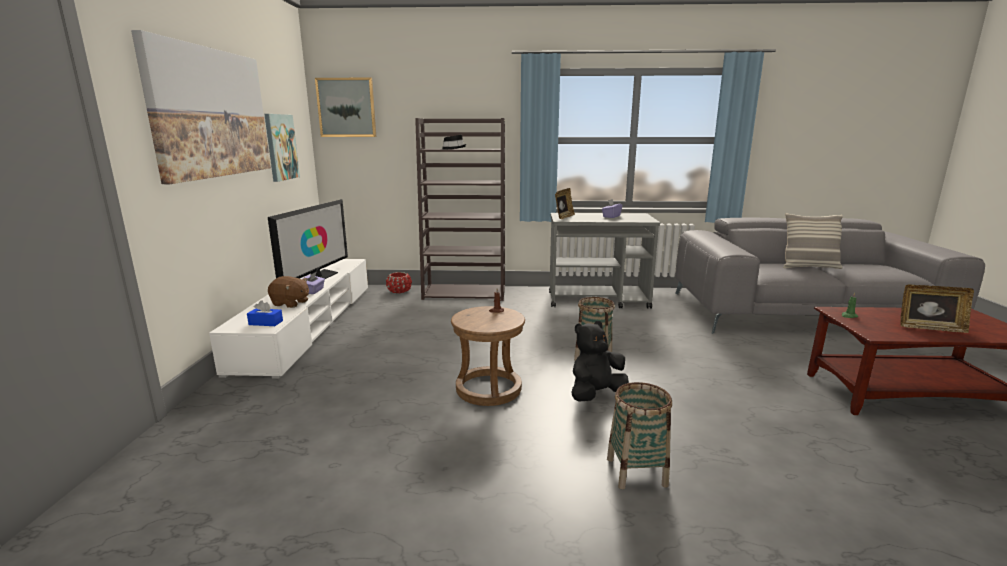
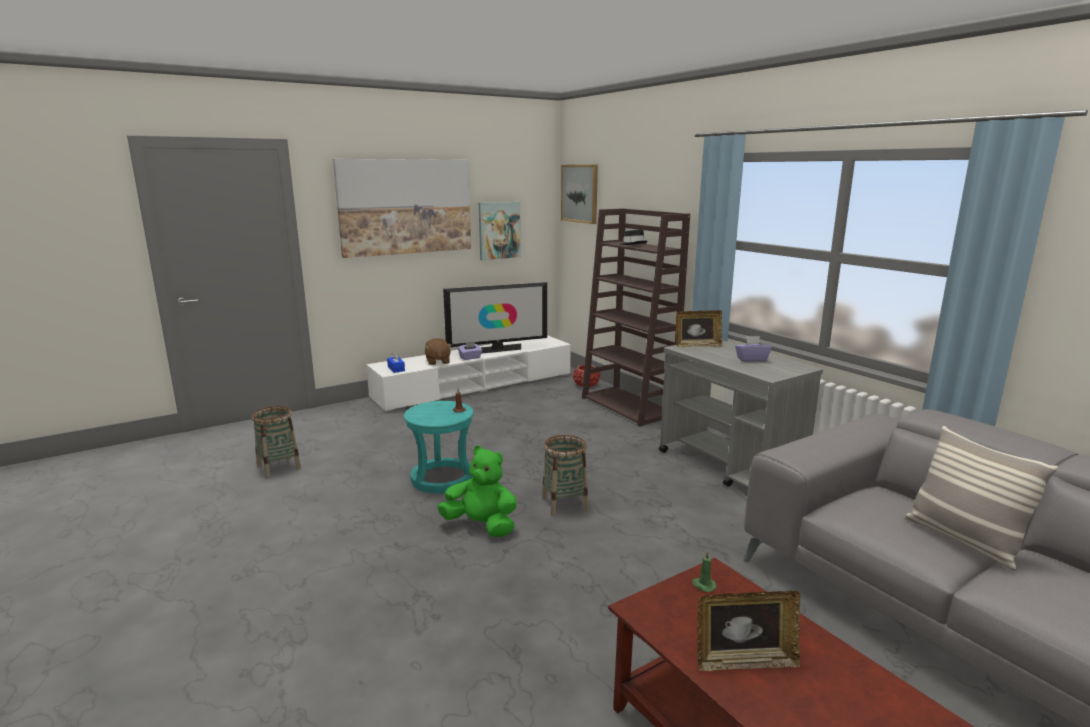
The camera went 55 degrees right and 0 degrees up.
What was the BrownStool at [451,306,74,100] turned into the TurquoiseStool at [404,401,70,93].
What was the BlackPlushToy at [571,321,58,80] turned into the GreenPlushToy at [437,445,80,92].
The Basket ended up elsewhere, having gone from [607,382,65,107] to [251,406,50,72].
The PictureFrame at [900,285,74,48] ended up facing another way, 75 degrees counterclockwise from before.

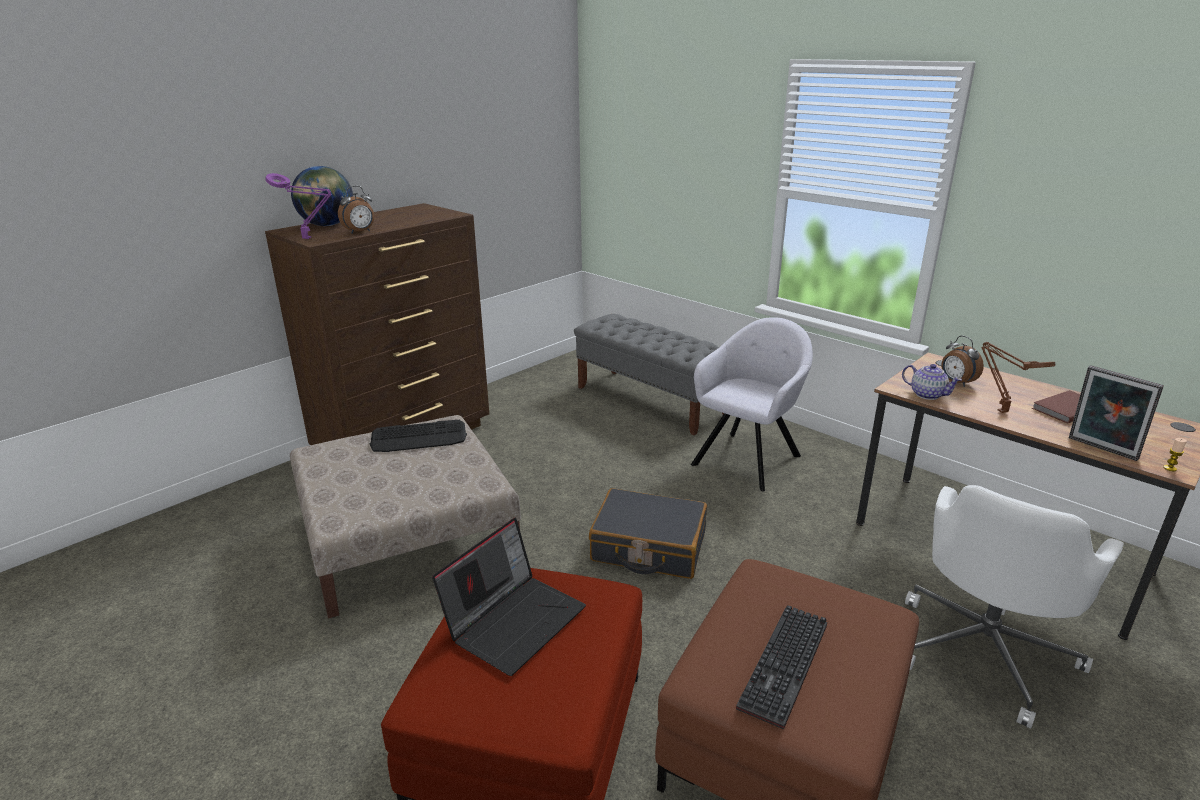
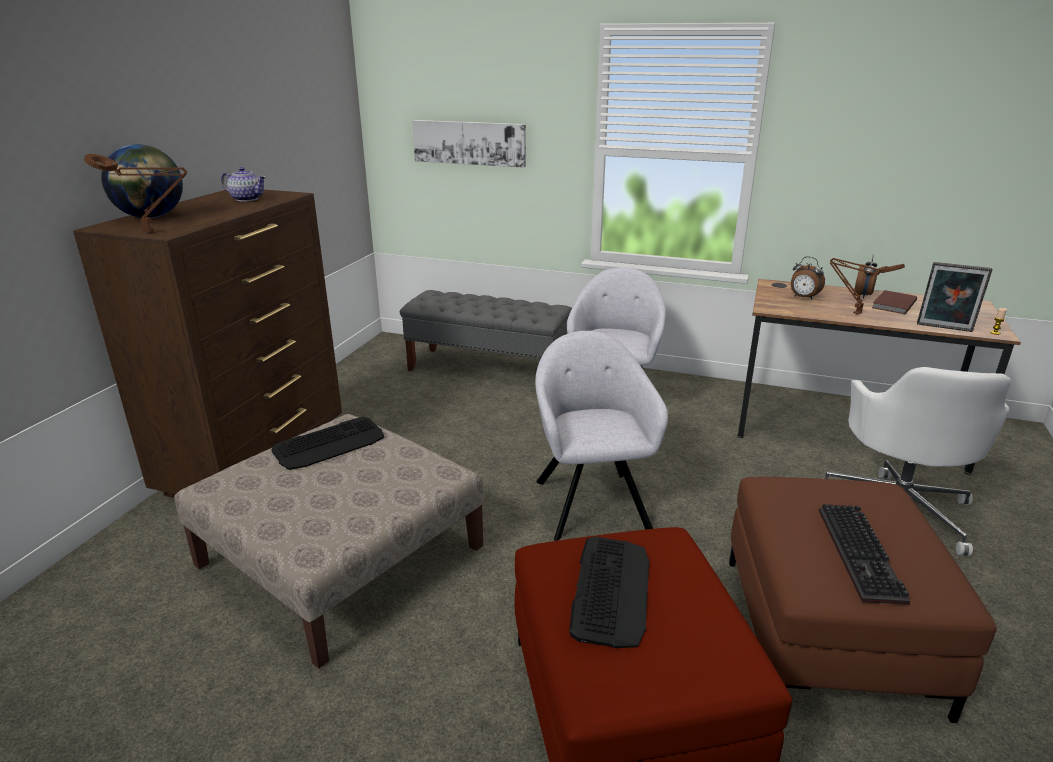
The camera went 25 degrees left and 0 degrees up.
What was the PurpleTableLamp at [265,173,67,66] turned into the BrownTableLamp at [84,154,103,79].
The AlarmClock ended up elsewhere, having gone from [338,186,36,48] to [854,255,24,44].
Where the Laptop stood at [432,518,154,158], the Keyboard came to stand at [569,536,81,112].
Where the BlackSuitcase stood at [589,488,118,91], the GreyArmchair came to stand at [535,331,133,210].
The Teapot ended up elsewhere, having gone from [902,364,60,36] to [221,167,45,35].
The second view gained the Picture at [412,120,114,48].

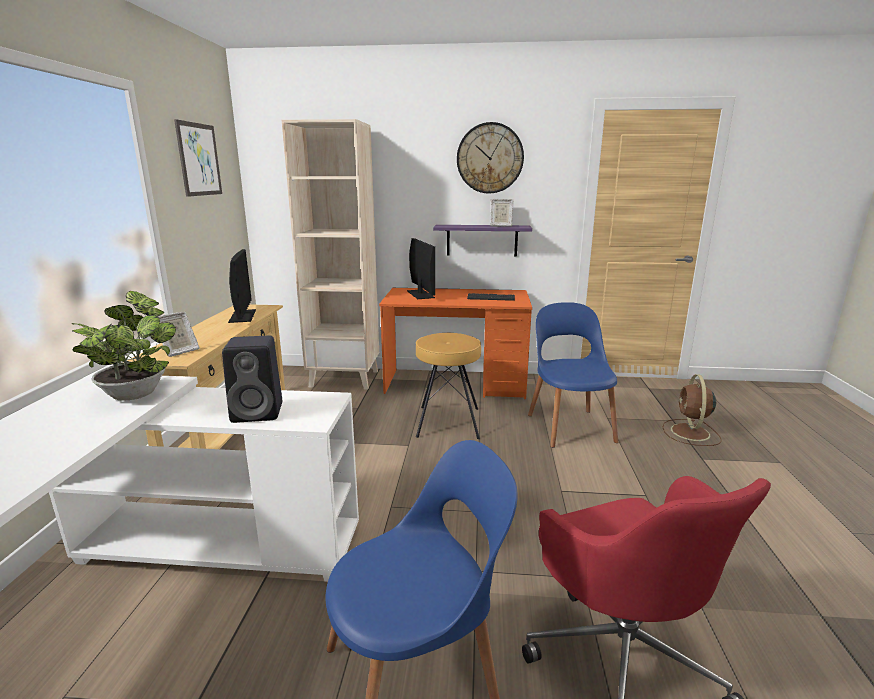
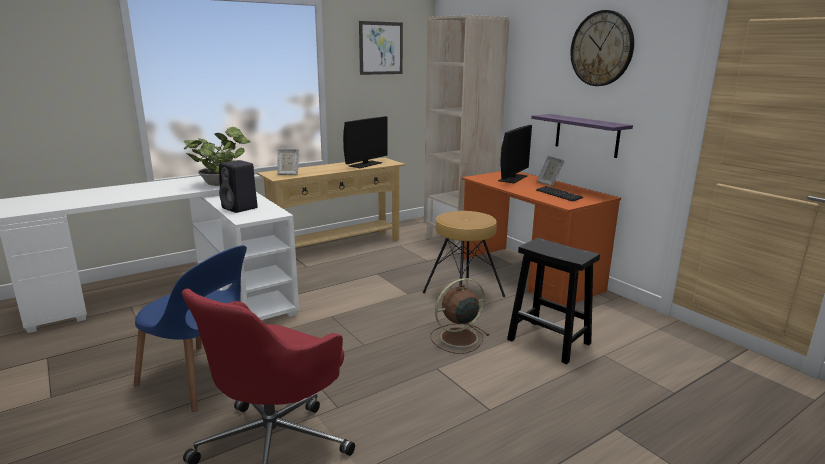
The camera went 50 degrees right and 0 degrees up.
The PictureFrame ended up elsewhere, having gone from [490,199,24,28] to [537,156,28,30].
Where the BlueChair stood at [528,302,90,146], the BlackStool came to stand at [507,238,93,126].
The BrownFan ended up elsewhere, having gone from [663,374,59,72] to [430,278,59,76].

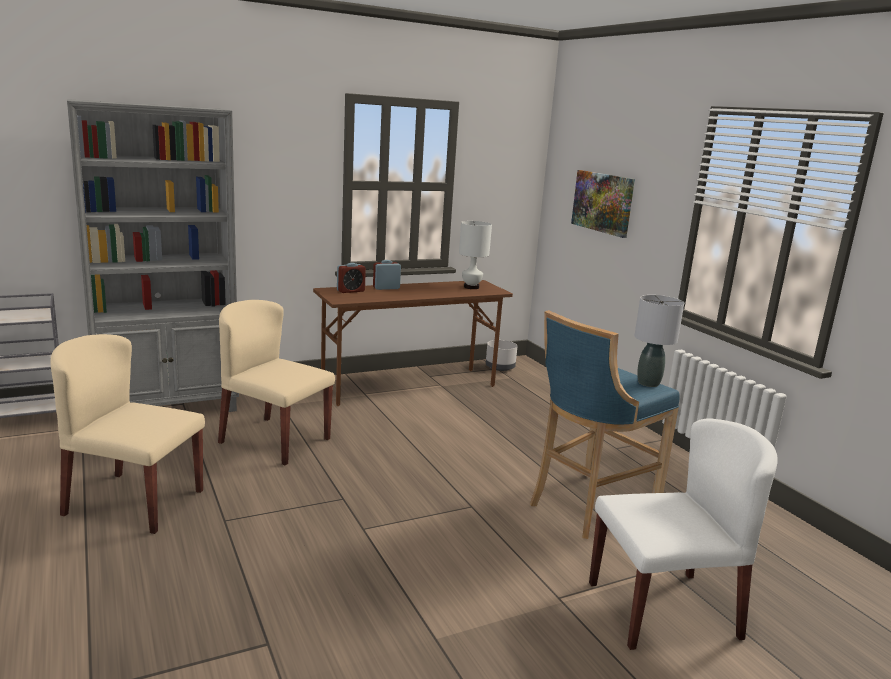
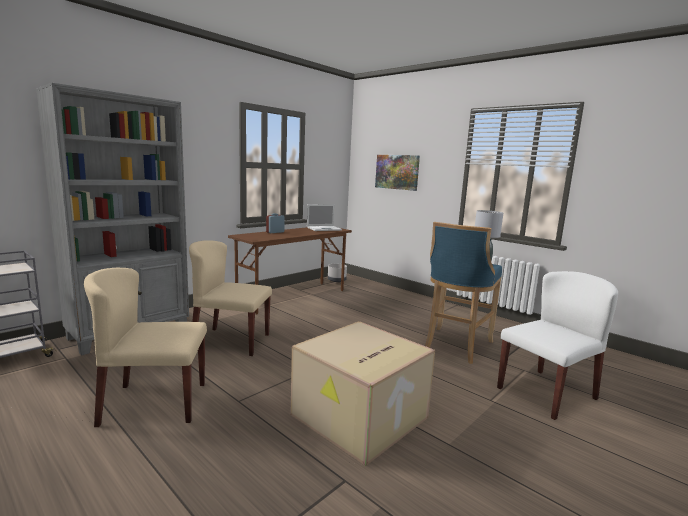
The camera went 20 degrees left and 5 degrees down.
The second view lost the AlarmClock at [337,263,29,30].
Where the WhiteTableLamp stood at [459,221,33,68], the Laptop came to stand at [307,204,35,27].
The second view gained the CardboardBox at [290,321,145,145].

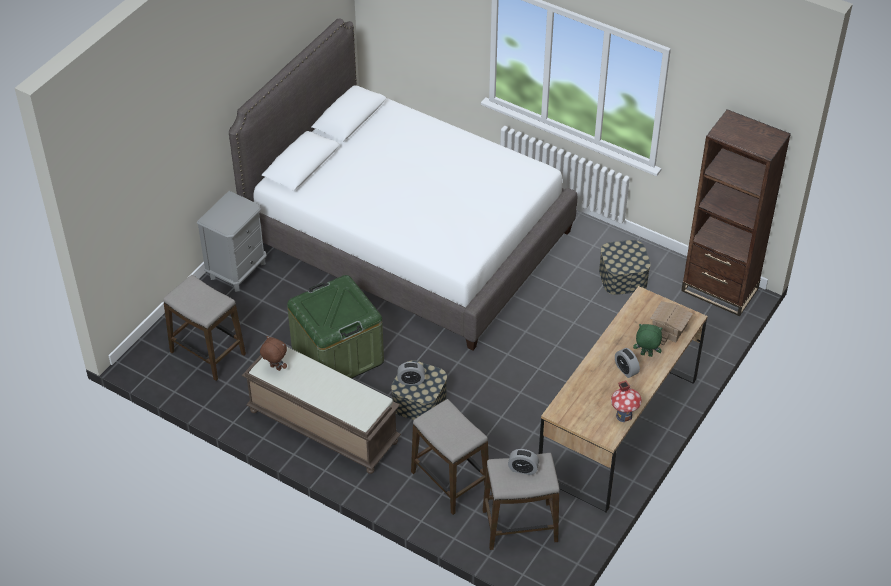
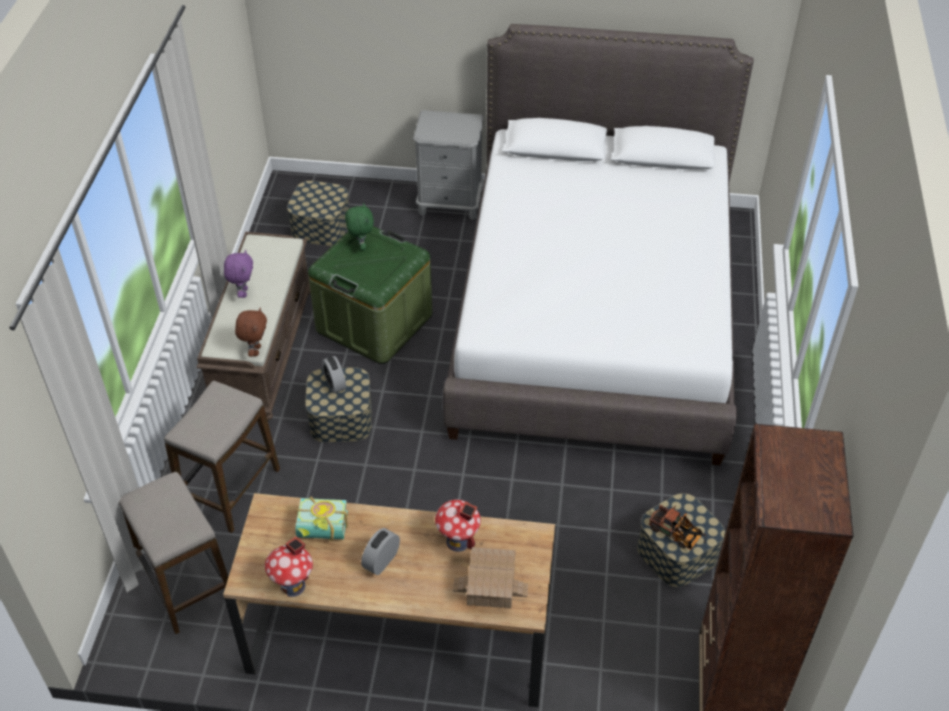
The camera went 65 degrees right and 0 degrees up.
Where the Stool stood at [163,275,83,106], the StorageBox came to stand at [287,181,62,65].
The BrownPlushToy ended up elsewhere, having gone from [260,336,27,35] to [235,308,32,49].
The second view lost the AlarmClock at [508,449,31,26].
The GreenPlushToy ended up elsewhere, having gone from [633,324,29,33] to [345,202,29,49].
The second view gained the PurplePlushToy at [224,250,29,48].
The second view gained the Book at [296,497,52,44].
The second view gained the ToyHouse at [435,499,46,53].
The second view gained the ToyTruck at [649,505,57,45].

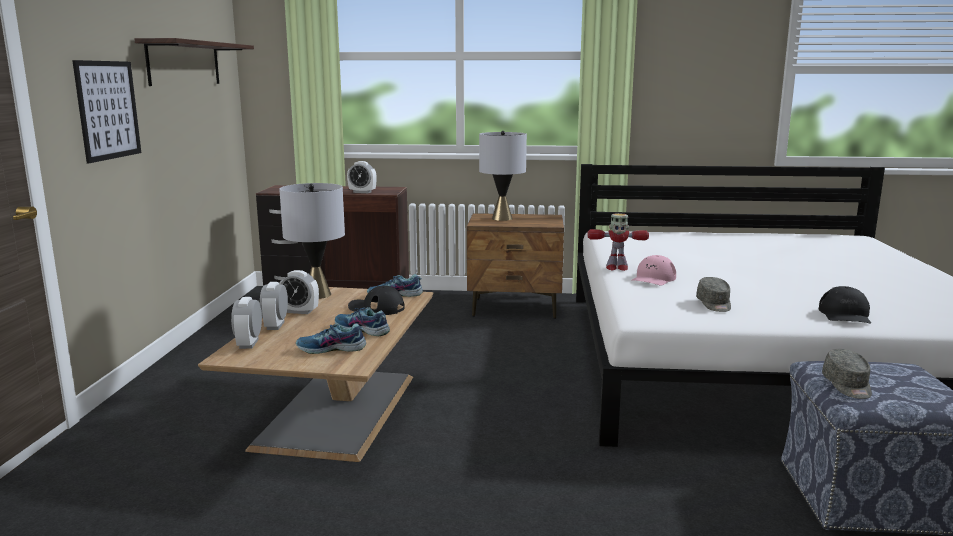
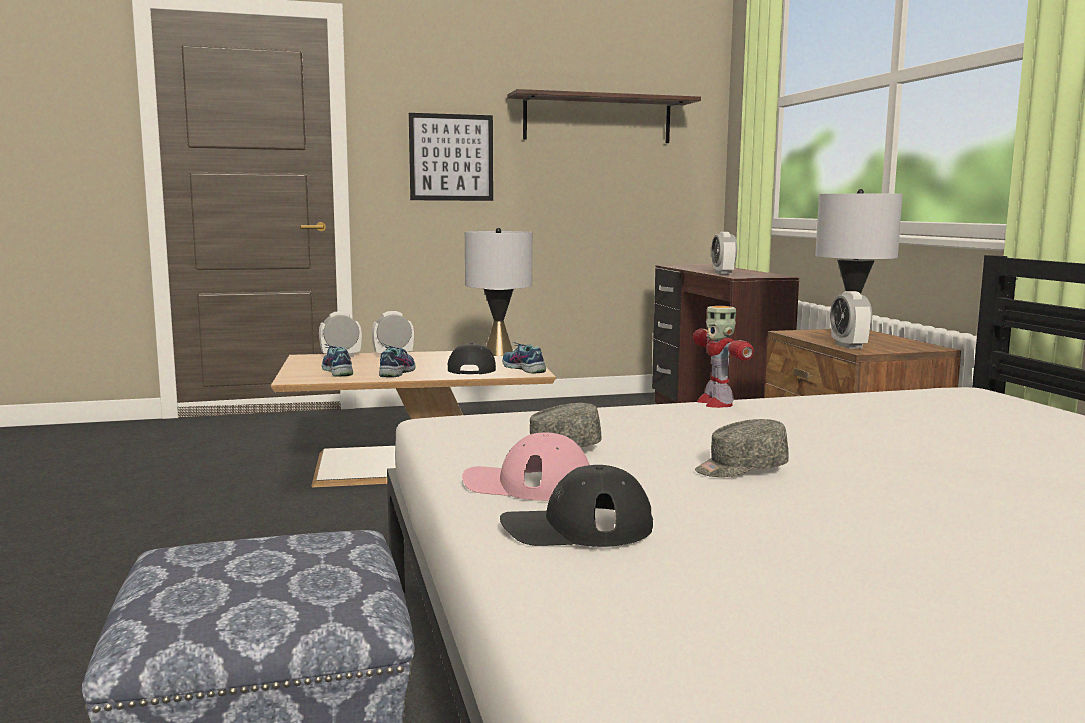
The camera went 70 degrees right and 5 degrees down.
The AlarmClock ended up elsewhere, having gone from [279,270,40,44] to [830,291,42,58].
The PinkCap ended up elsewhere, having gone from [631,255,45,31] to [462,433,128,68].
The GreyCap ended up elsewhere, having gone from [822,349,50,50] to [695,419,94,58].

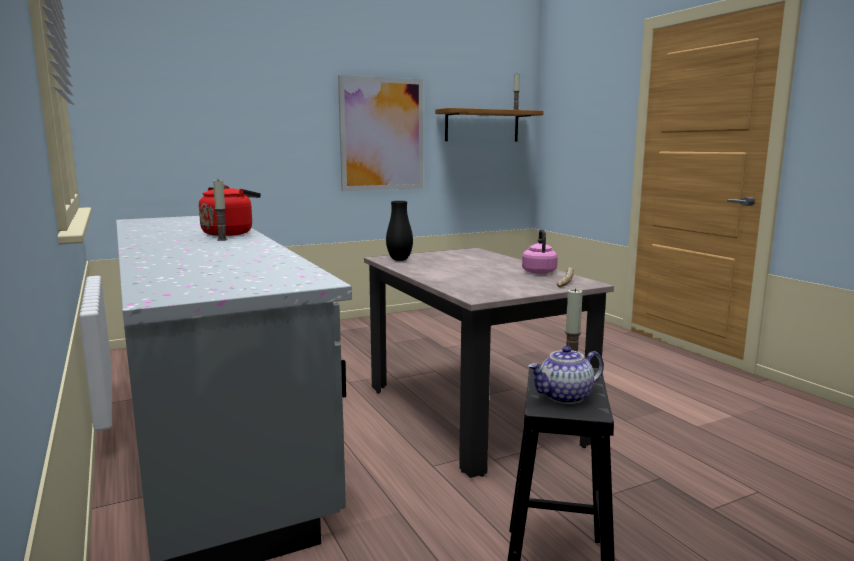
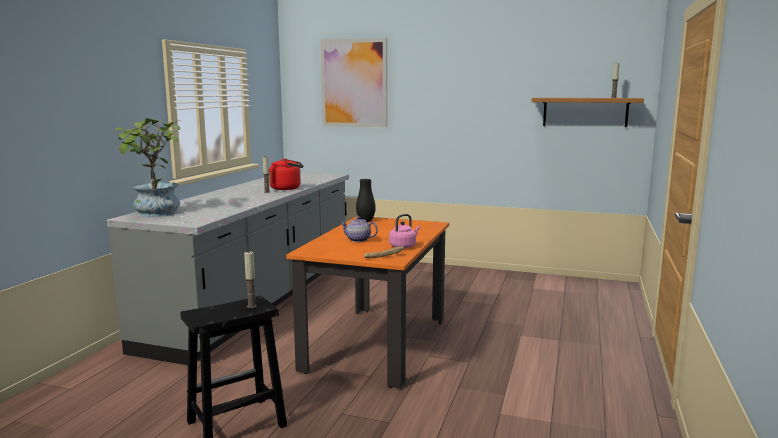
The camera went 45 degrees right and 0 degrees up.
The Picture ended up elsewhere, having gone from [338,75,85,116] to [320,38,67,89].
What was the BeigeDiningTable at [364,248,250,230] turned into the OrangeDiningTable at [286,216,163,172].
The Teapot ended up elsewhere, having gone from [528,346,76,58] to [340,216,38,26].
The second view gained the PottedPlant at [115,118,67,99].

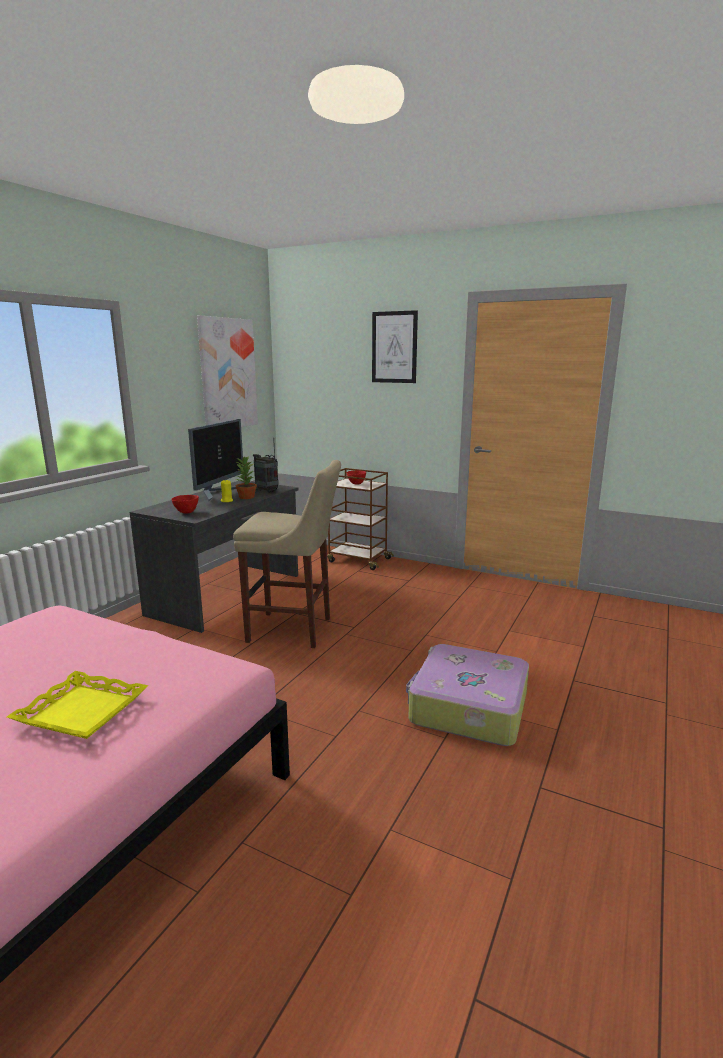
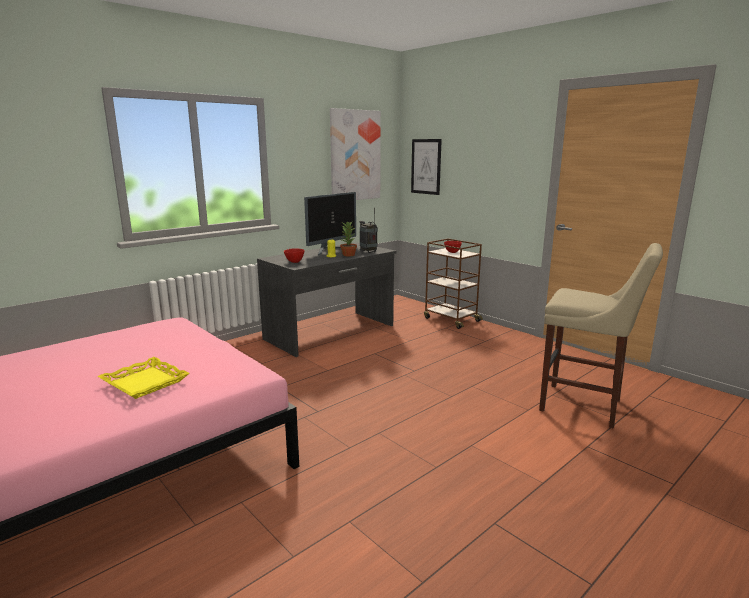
The camera went 20 degrees right and 0 degrees up.
The BeigeStool ended up elsewhere, having gone from [233,460,108,188] to [539,243,124,186].
The Picture ended up elsewhere, having gone from [372,310,46,73] to [411,139,31,56].
The second view lost the Suitcase at [406,644,123,102].

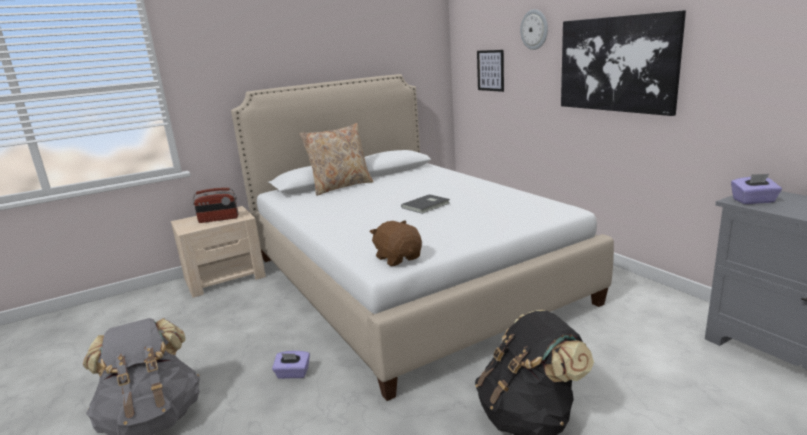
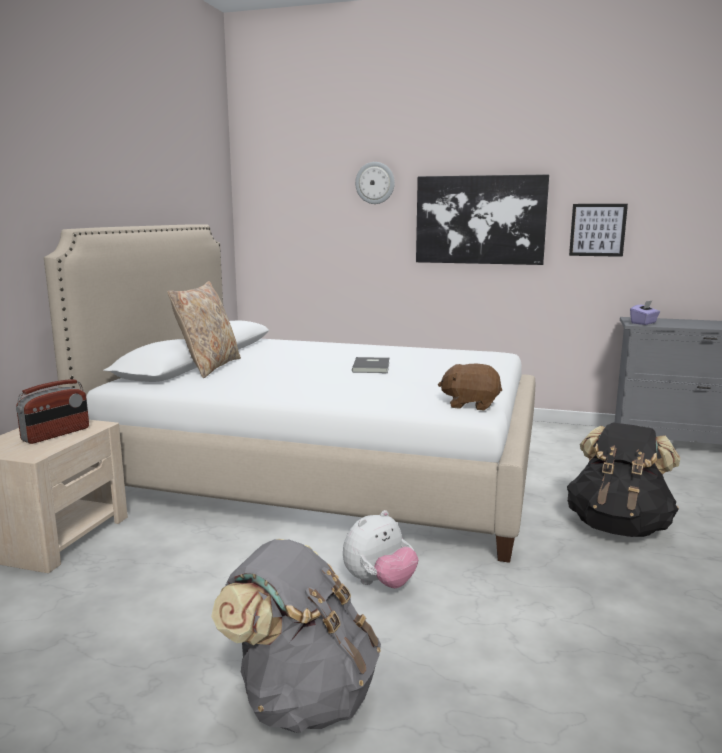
The camera went 45 degrees left and 5 degrees down.
Where the PurpleTissueBox stood at [272,351,38,28], the PlushToy came to stand at [343,510,75,78].
The Picture ended up elsewhere, having gone from [477,50,27,42] to [569,204,59,53].

